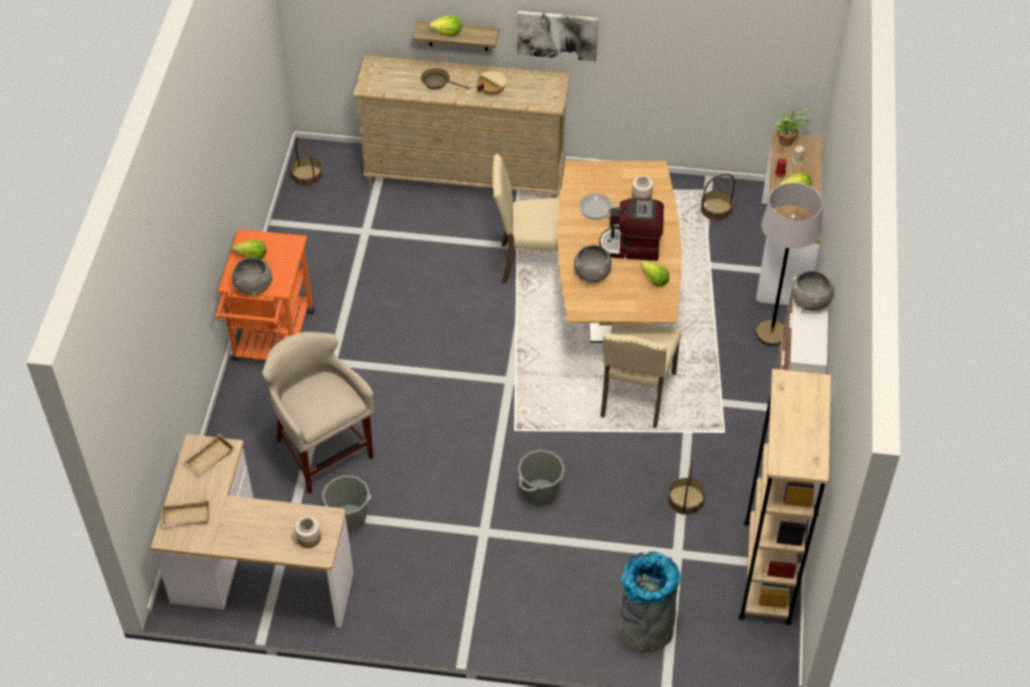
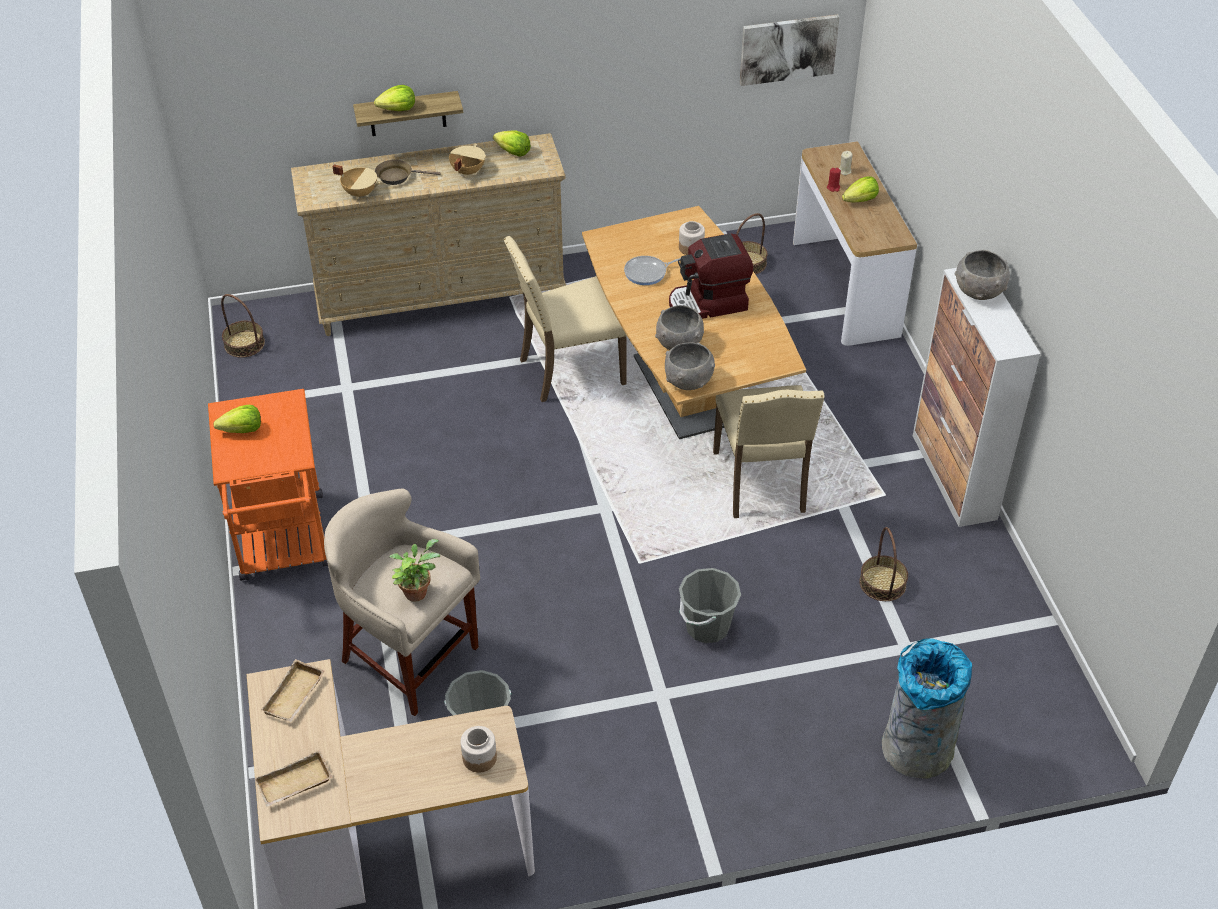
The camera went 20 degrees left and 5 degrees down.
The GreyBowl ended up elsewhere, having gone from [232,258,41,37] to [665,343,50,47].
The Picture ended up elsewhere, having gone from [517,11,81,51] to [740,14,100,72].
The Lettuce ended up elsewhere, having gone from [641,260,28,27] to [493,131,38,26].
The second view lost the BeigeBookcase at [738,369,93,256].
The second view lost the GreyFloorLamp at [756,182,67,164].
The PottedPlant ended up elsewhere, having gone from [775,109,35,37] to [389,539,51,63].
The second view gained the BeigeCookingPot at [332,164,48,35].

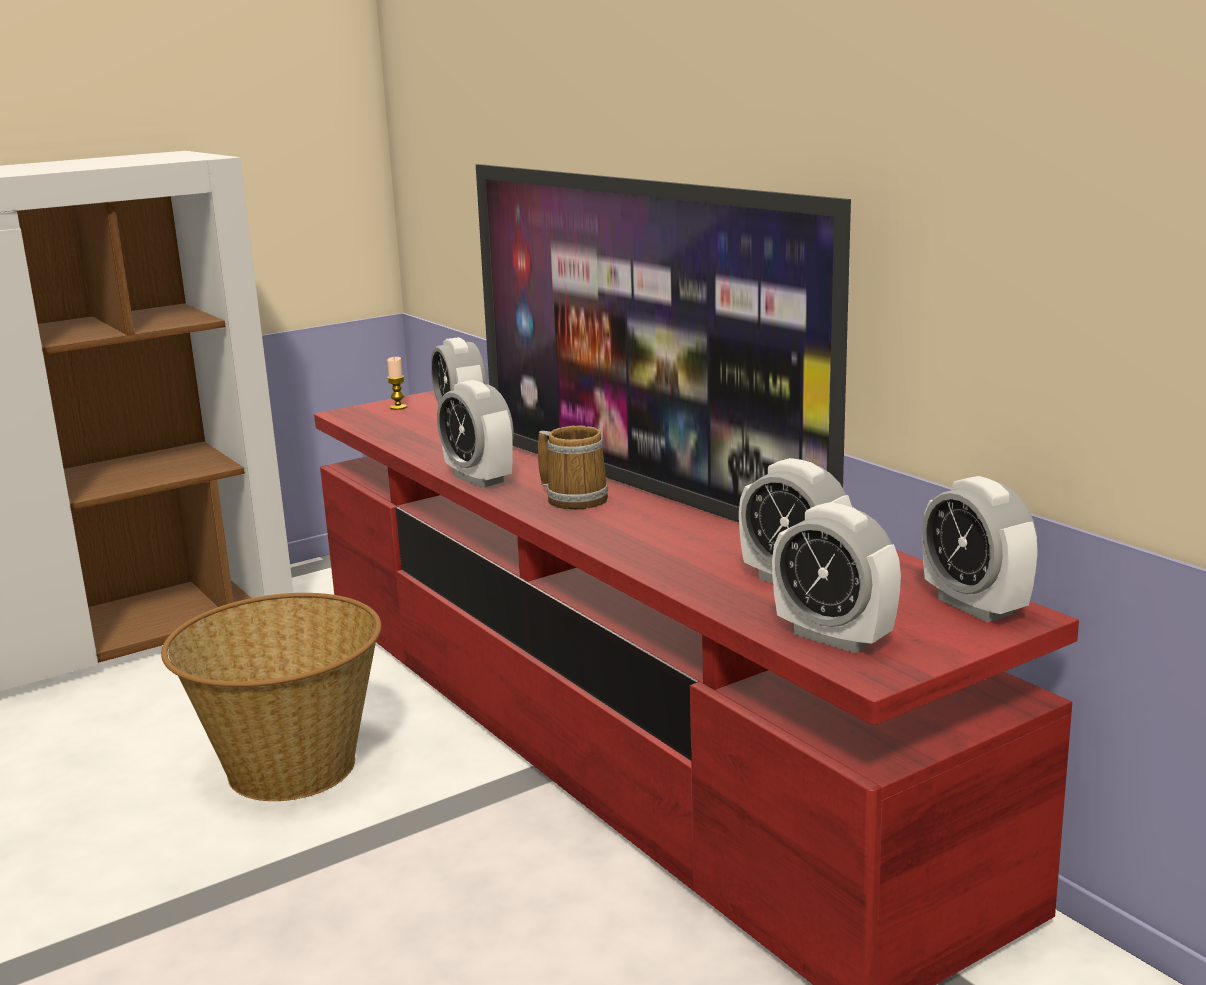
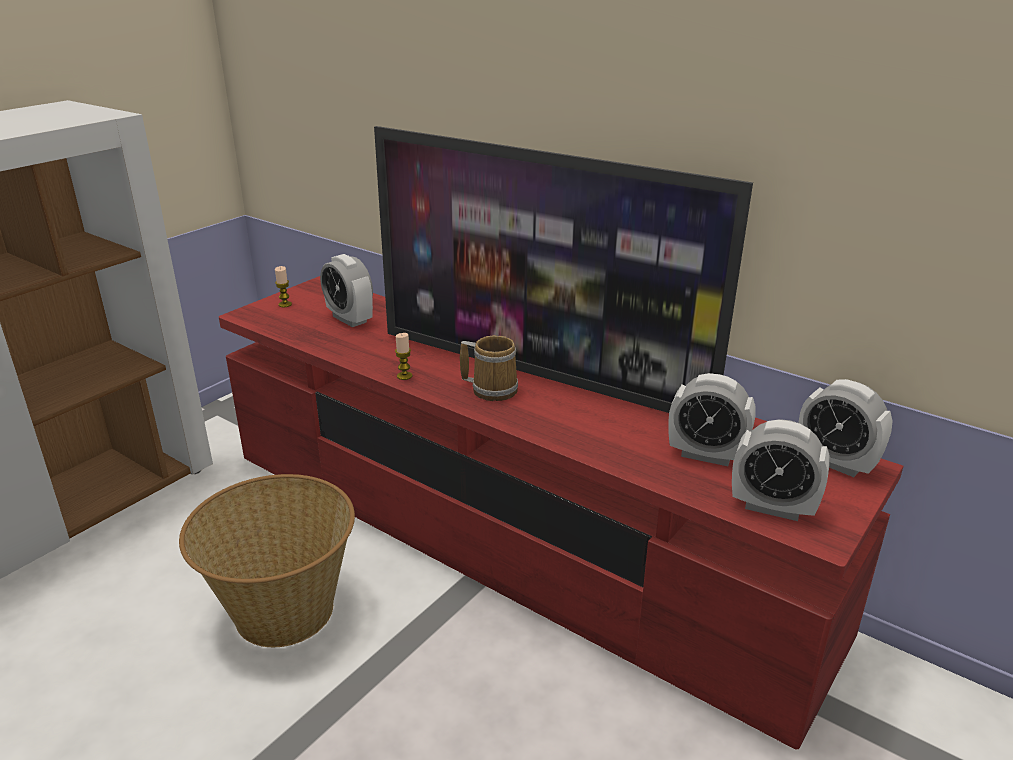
The camera went 20 degrees left and 10 degrees up.
Where the AlarmClock stood at [437,380,77,108], the Candle came to stand at [395,333,17,47].

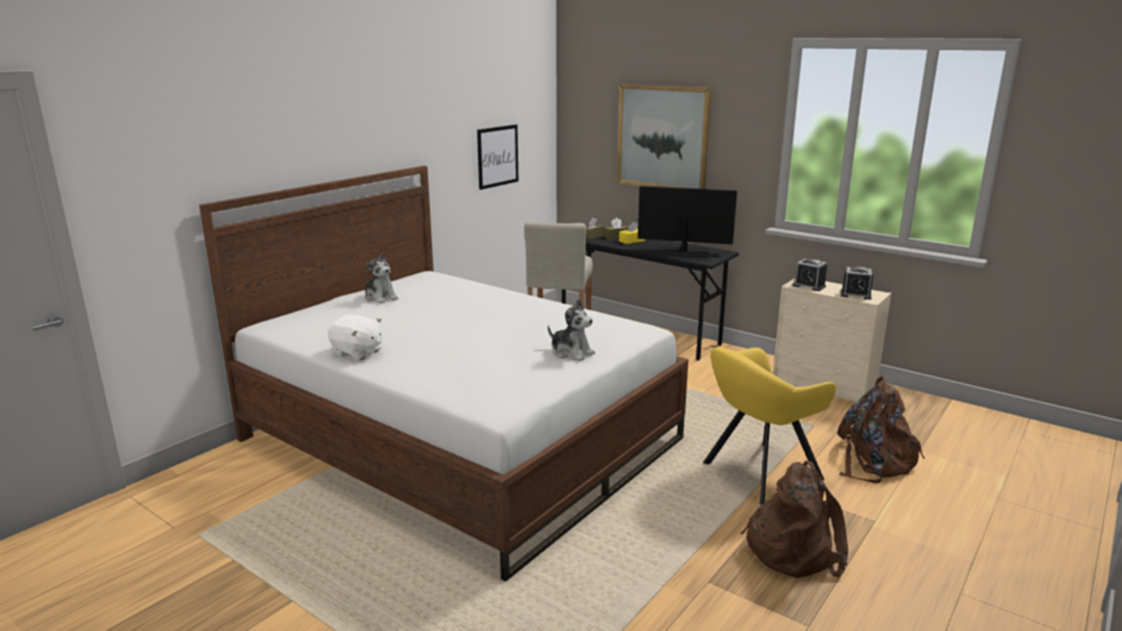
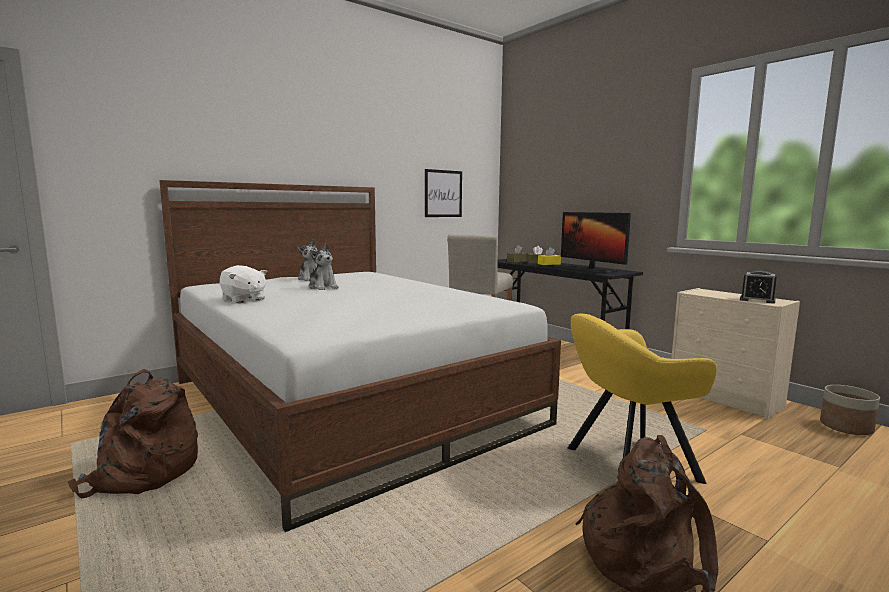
The camera went 15 degrees right and 10 degrees down.
The PlushToy ended up elsewhere, having gone from [548,299,47,63] to [308,243,31,47].
The second view lost the Picture at [617,84,95,105].
The Monitor at [638,186,99,70] ended up facing another way, 150 degrees counterclockwise from before.
The second view lost the AlarmClock at [793,258,34,33].
The BrownBackpack ended up elsewhere, having gone from [837,376,88,107] to [68,369,130,129].
The second view gained the Planter at [820,385,60,50].

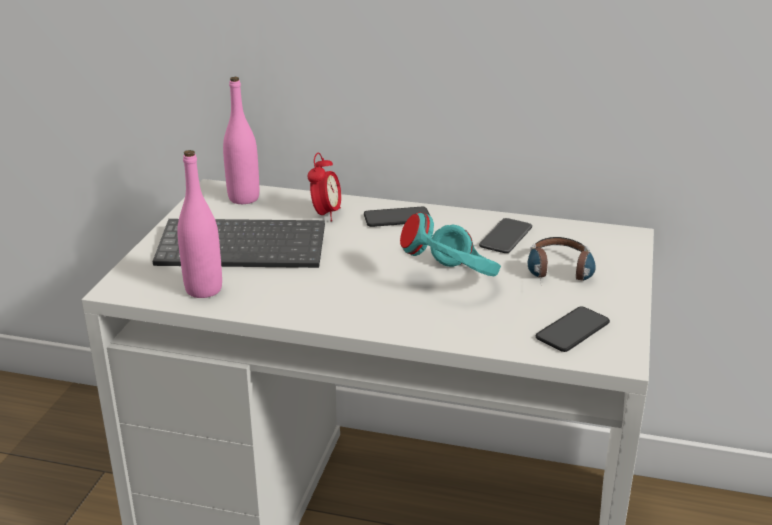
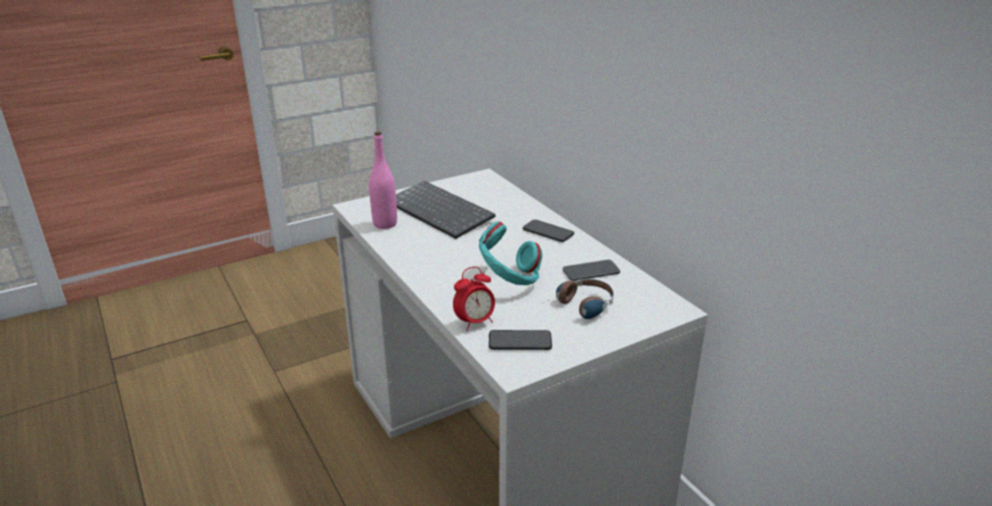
The camera went 45 degrees right and 0 degrees up.
The second view lost the PinkBottle at [223,77,36,127].
The AlarmClock ended up elsewhere, having gone from [307,153,34,69] to [453,266,42,65].

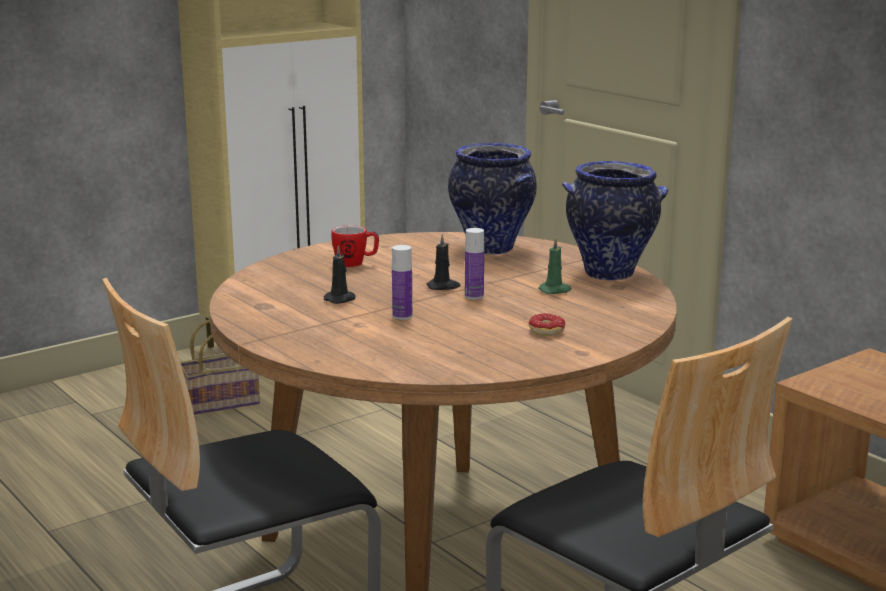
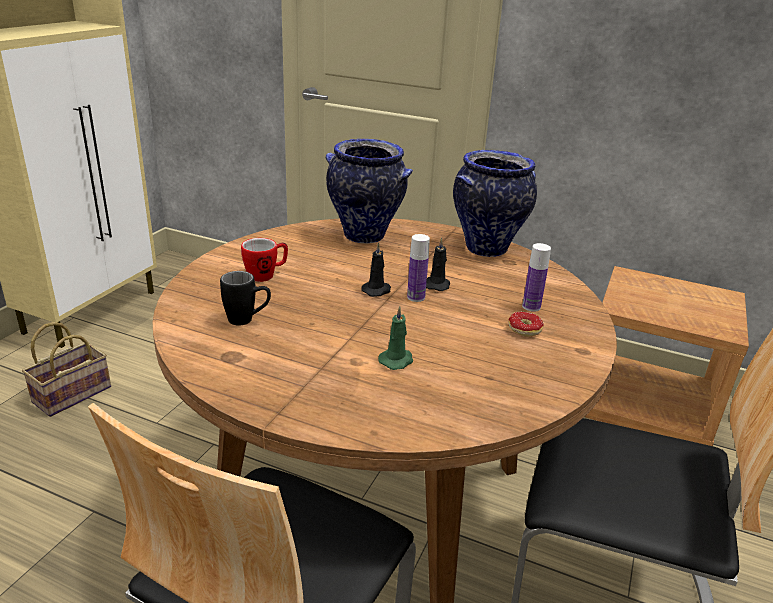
The camera went 30 degrees left and 10 degrees up.
The BlackCandle ended up elsewhere, having gone from [324,245,32,59] to [426,238,24,53].
The Bottle ended up elsewhere, having gone from [392,245,20,75] to [522,243,29,69].
The GreenCandle ended up elsewhere, having gone from [538,237,34,57] to [378,306,35,64].
The second view gained the BlackMug at [220,271,51,55].

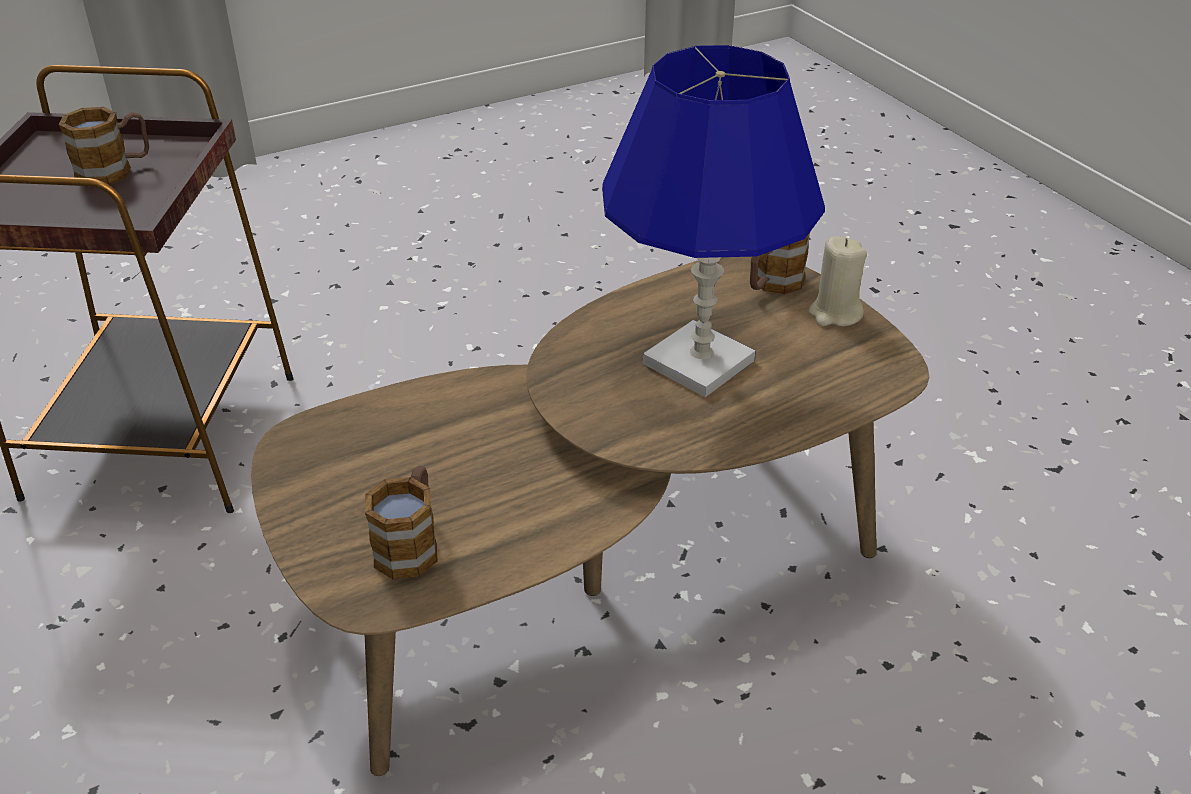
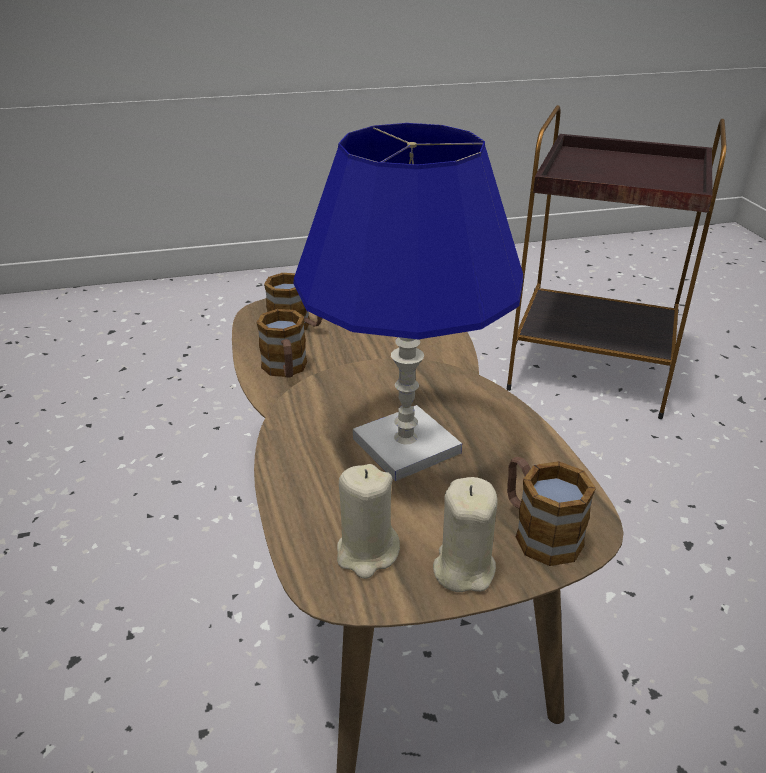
The camera went 105 degrees right and 5 degrees down.
The Mug ended up elsewhere, having gone from [58,107,91,80] to [257,309,50,69].
The second view gained the BeigeCandle at [337,464,63,115].

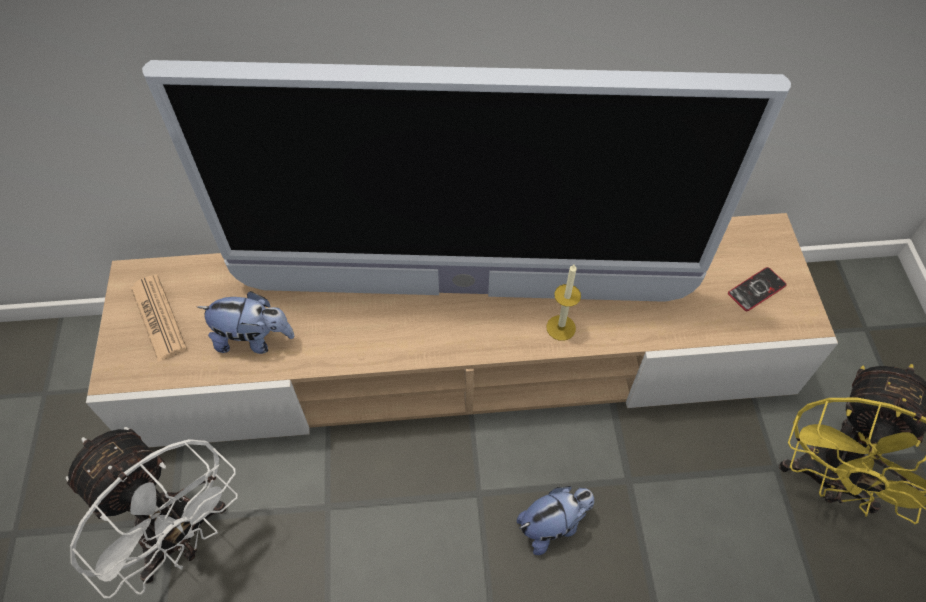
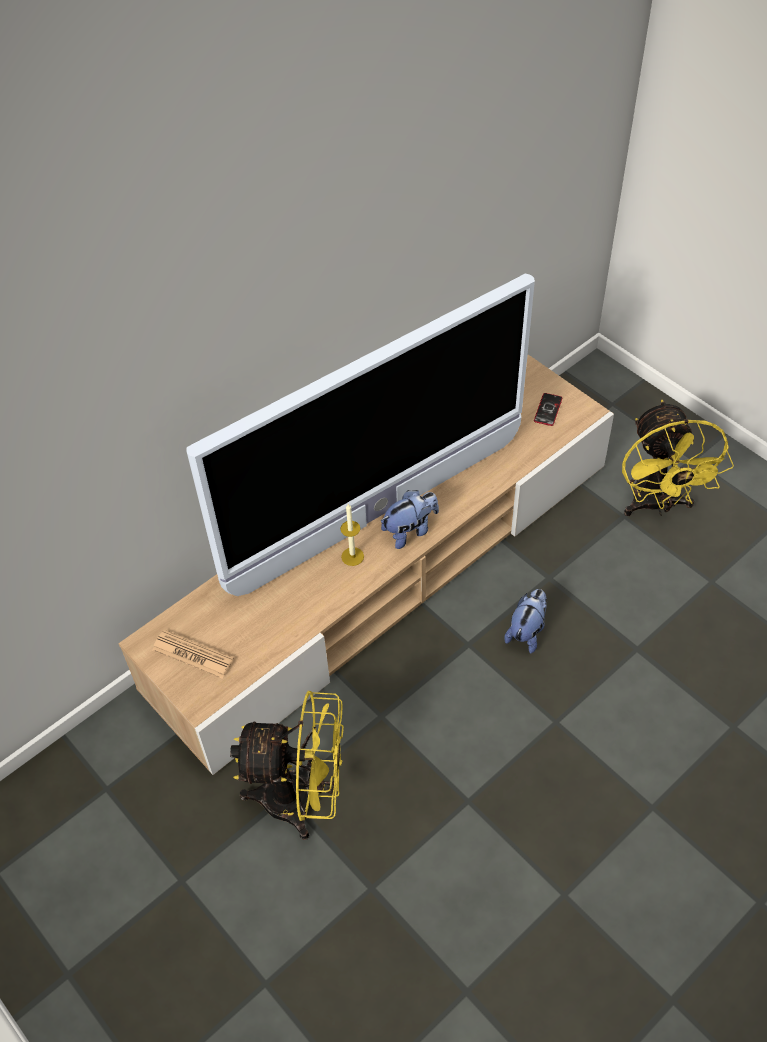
The camera went 35 degrees left and 5 degrees down.
What was the WhiteFan at [66,427,172,171] turned into the YellowFan at [230,691,114,149].
The PlushToy ended up elsewhere, having gone from [197,291,97,63] to [381,490,58,59].
The Candle ended up elsewhere, having gone from [546,264,35,77] to [340,504,24,62].

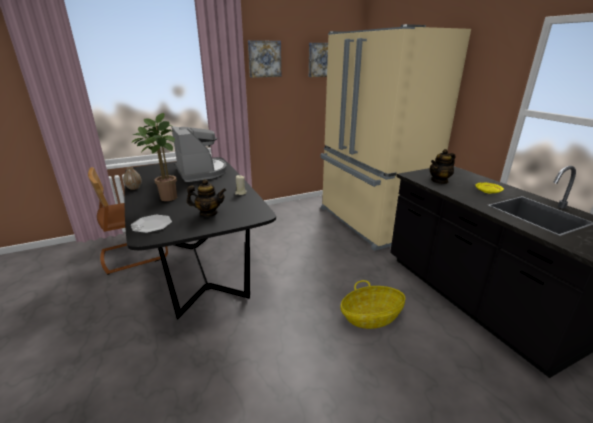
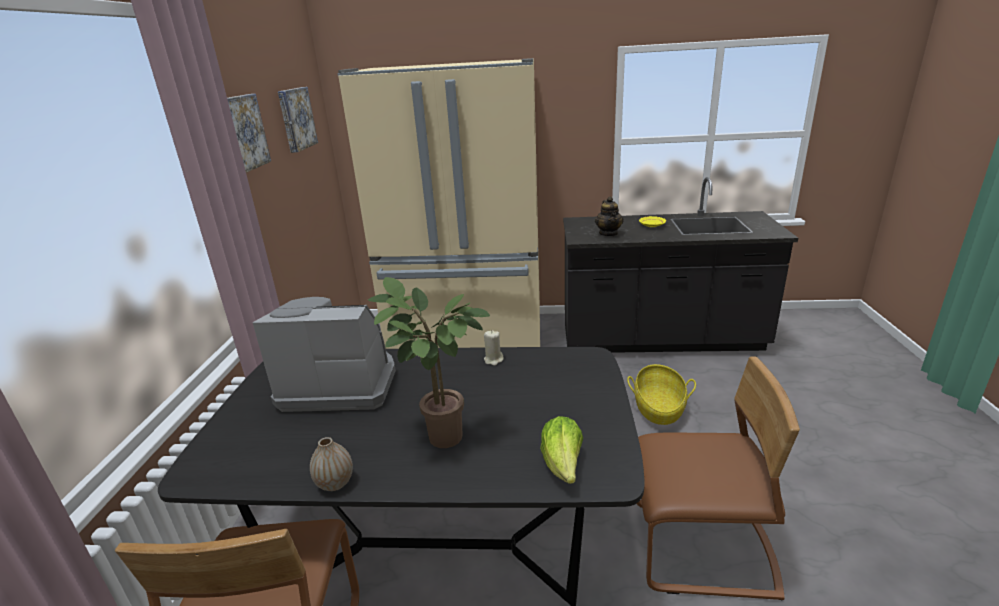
The camera went 60 degrees left and 0 degrees up.
Where the Plate stood at [131,215,41,18], the Lettuce came to stand at [540,416,43,68].
The second view lost the Teapot at [187,179,39,38].
The second view gained the BrownChair at [637,357,163,243].

